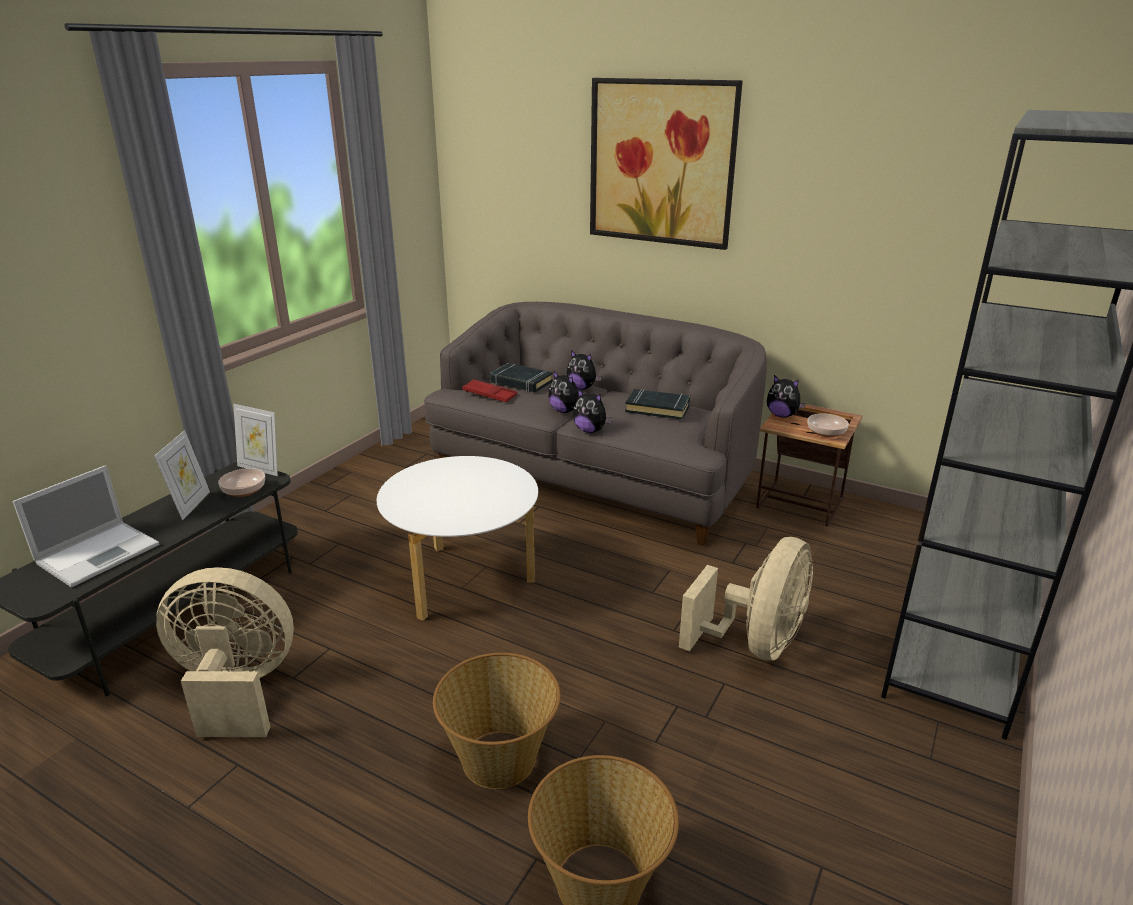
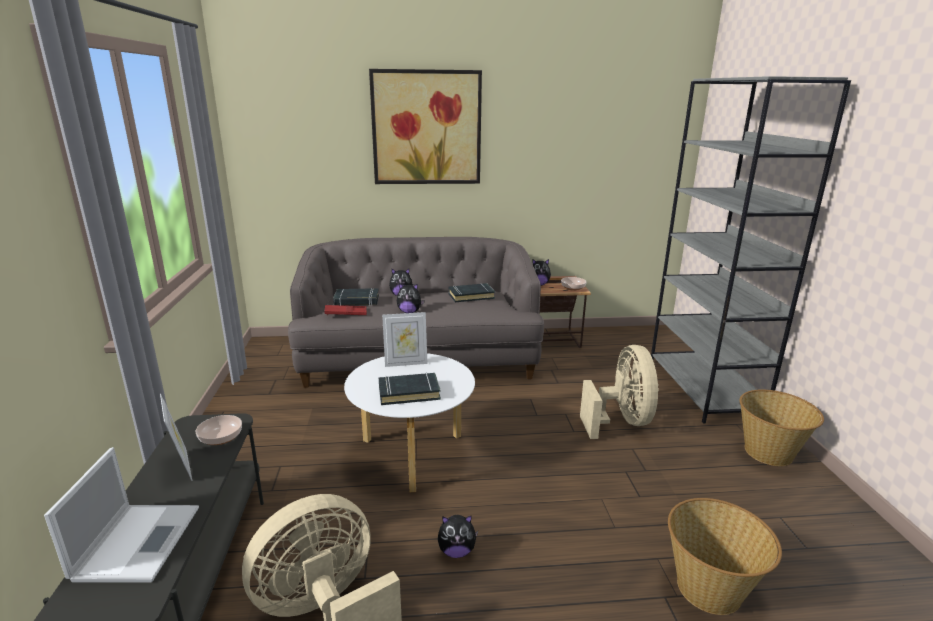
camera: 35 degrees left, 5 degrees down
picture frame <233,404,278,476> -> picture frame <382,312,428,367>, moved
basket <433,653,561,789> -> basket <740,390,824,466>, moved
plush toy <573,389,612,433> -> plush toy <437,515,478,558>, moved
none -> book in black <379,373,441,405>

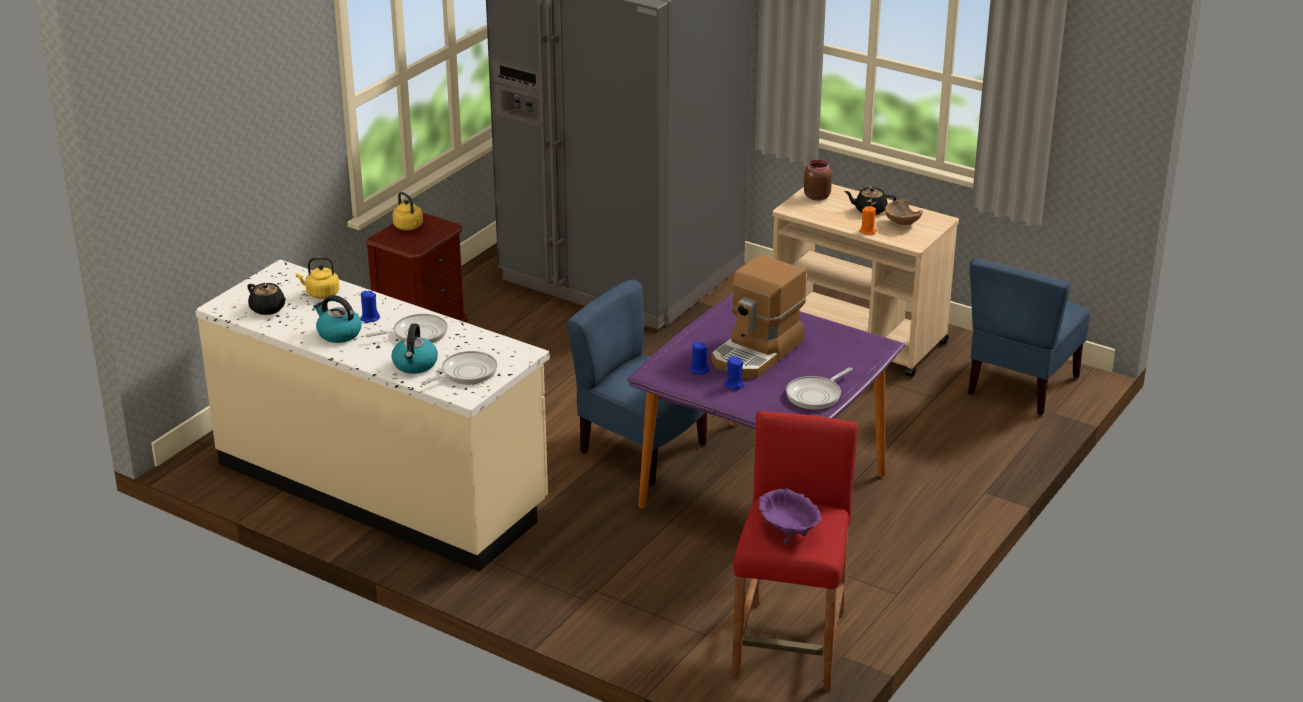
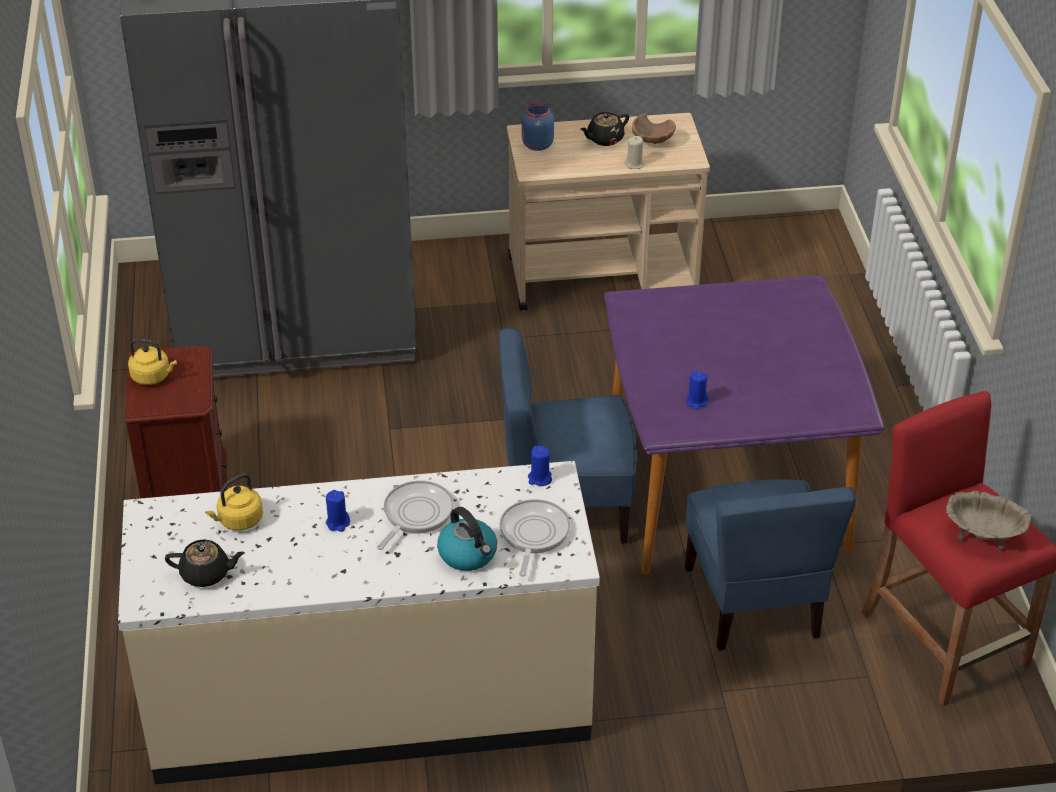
camera: 40 degrees left, 10 degrees up
kettle <313,295,362,343> -> none
coffee machine <712,255,807,378> -> none
candle in blue <724,356,744,390> -> candle in blue <528,446,552,486>, moved
bowl in purple <759,488,821,544> -> bowl in beige <946,491,1031,551>
frying pan <786,368,852,410> -> none
jar in brown <804,160,832,201> -> jar in blue <522,103,554,151>
candle in orange <859,206,877,235> -> candle in beige <625,136,645,169>
chair in blue <968,258,1090,415> -> chair in blue <685,479,856,650>, moved

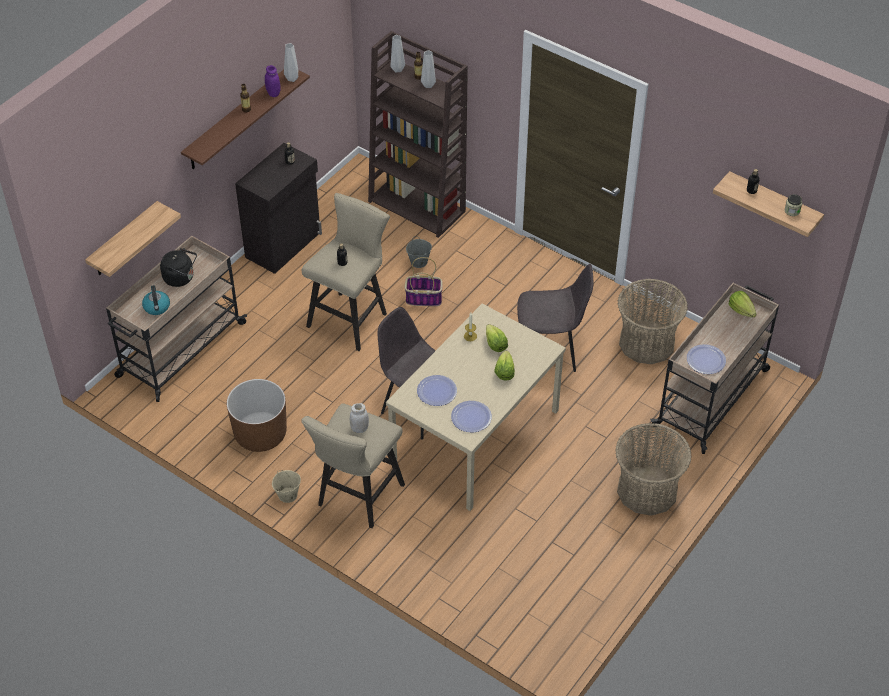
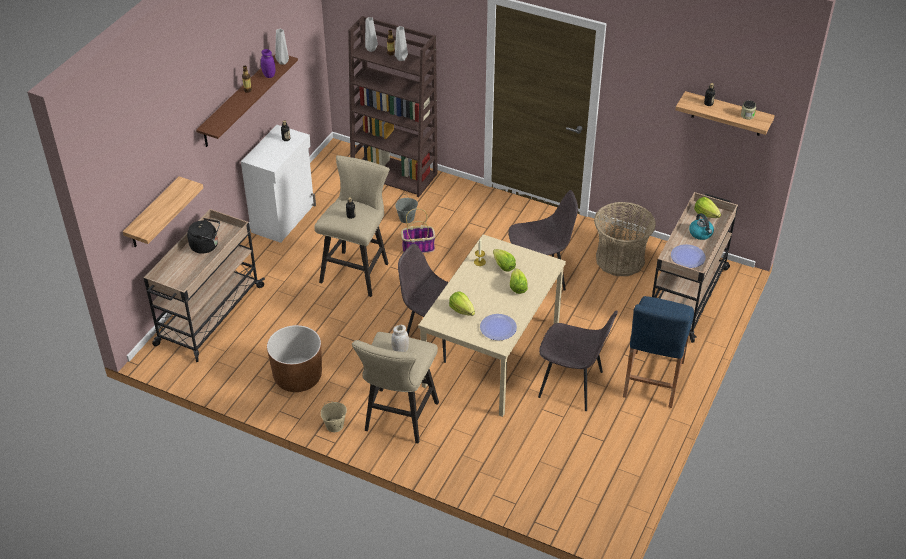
camera: 10 degrees left, 5 degrees down
kettle <142,285,170,315> -> kettle <689,213,714,240>, moved
cabinet in black <235,143,322,274> -> cabinet in white <241,125,316,243>
plate <417,375,457,406> -> lettuce <449,291,475,316>
basket <615,423,692,516> -> stool in blue <623,296,694,408>
none -> chair in grey <538,310,618,411>

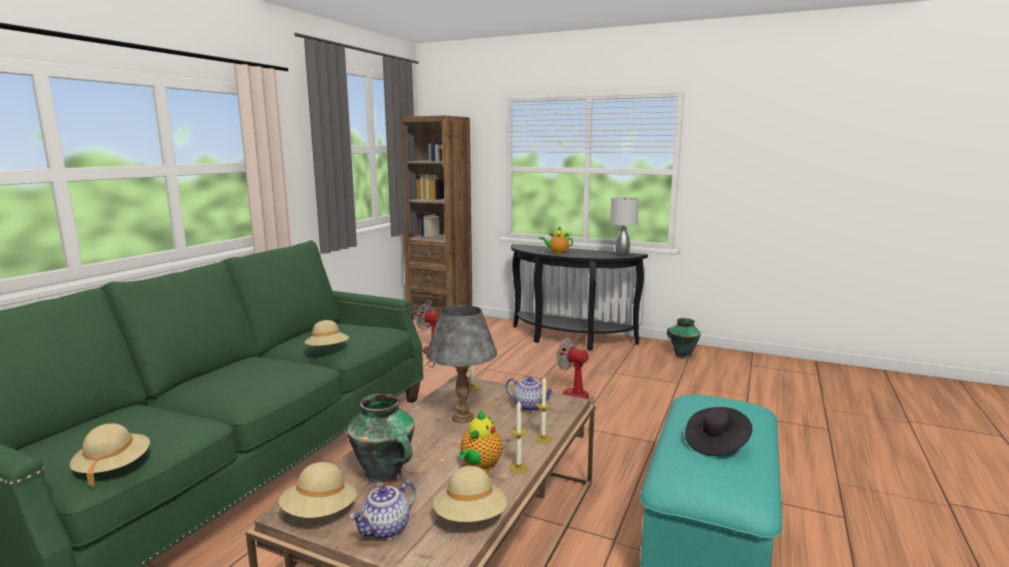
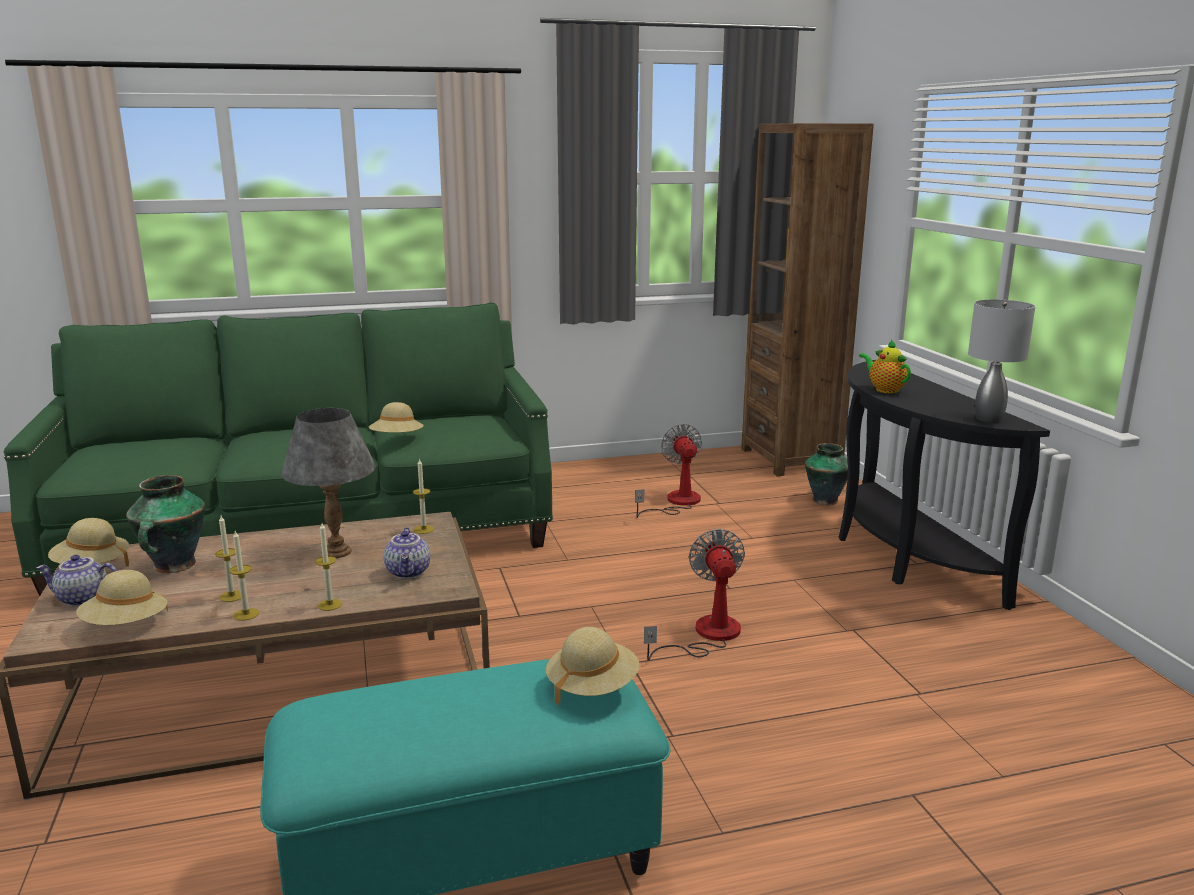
camera: 50 degrees right, 5 degrees up
hat in beige <70,423,150,487> -> hat in beige <546,627,639,705>, moved
teapot <459,410,503,471> -> candle <215,516,241,602>
vase <667,318,701,359> -> vase <805,443,848,505>, moved
hat in black <685,407,752,456> -> none

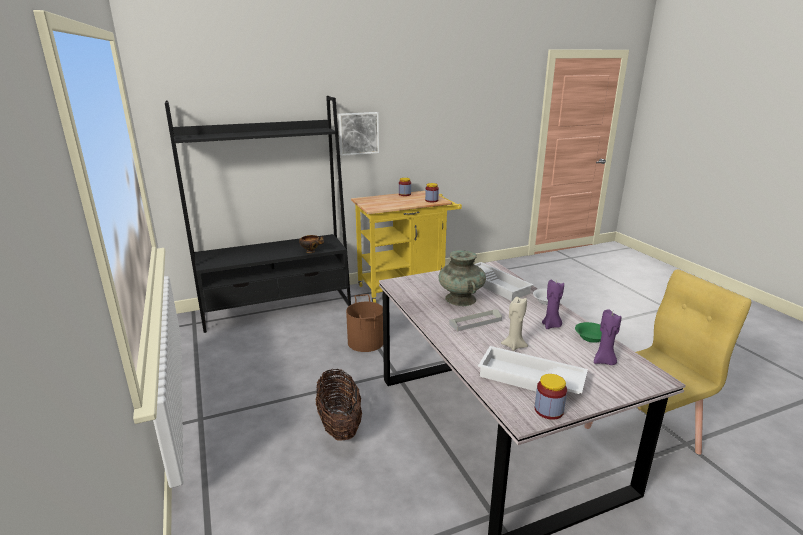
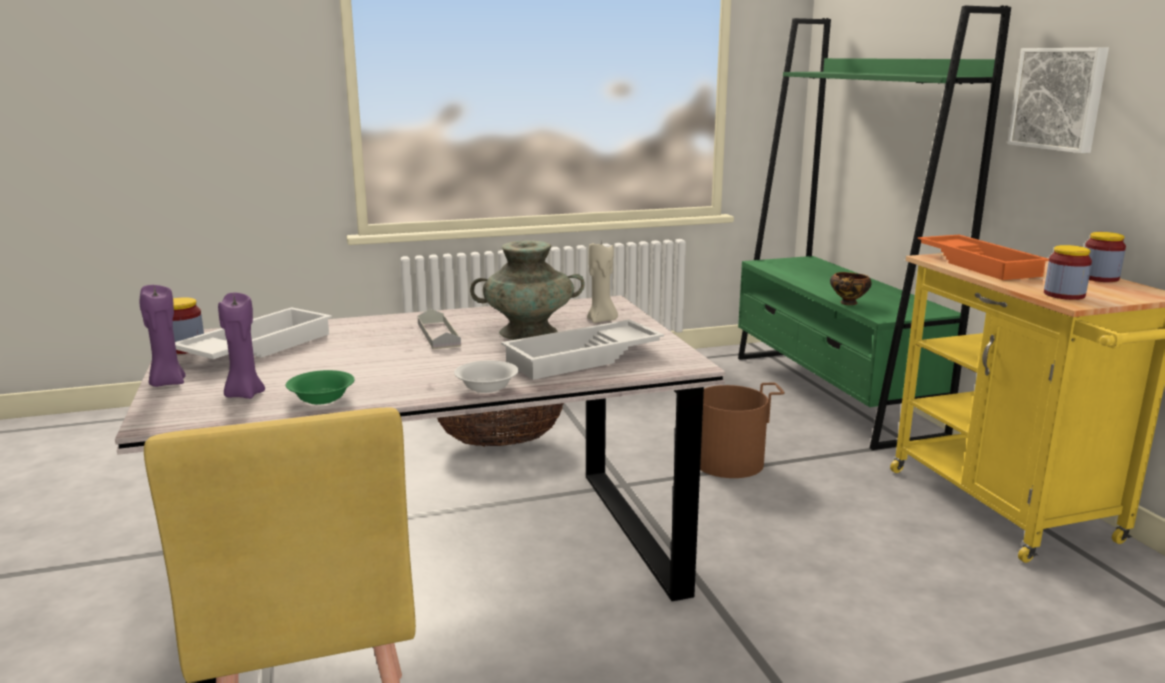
camera: 95 degrees right, 5 degrees down
bookcase in black <165,96,351,333> -> bookcase in green <738,6,1011,450>
candle in beige <501,297,528,351> -> candle in beige <587,241,618,323>, moved
candle in purple <542,280,564,329> -> candle in purple <140,285,186,387>, moved
none -> tray in orange <918,235,1049,280>

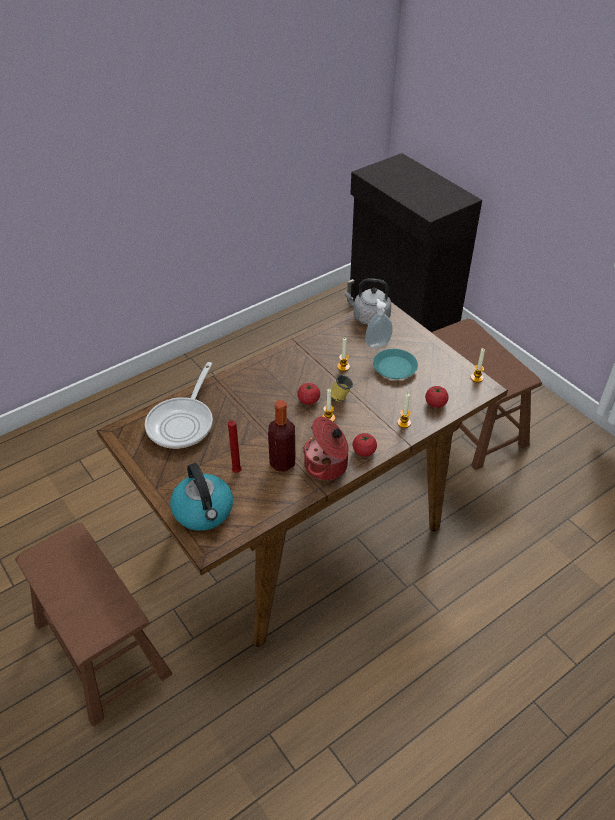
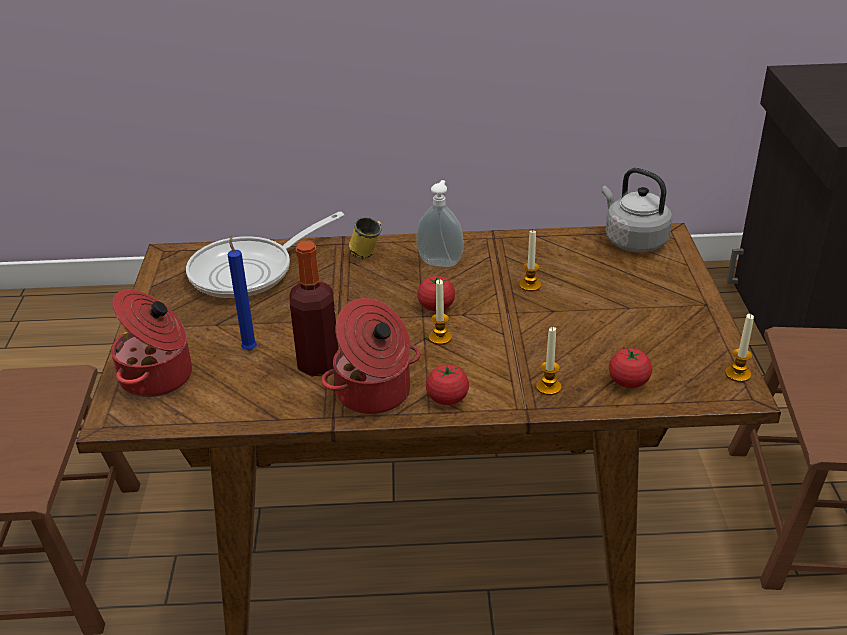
camera: 35 degrees right, 10 degrees down
kettle <170,463,233,531> -> cooking pot <111,290,192,398>
candle in red <225,413,242,473> -> candle in blue <228,234,257,351>
mug in yellow <331,374,353,402> -> mug in yellow <349,217,382,259>, moved
soap dispenser <365,299,393,348> -> soap dispenser <416,180,464,267>, moved
plate in turquoise <373,349,418,379> -> none

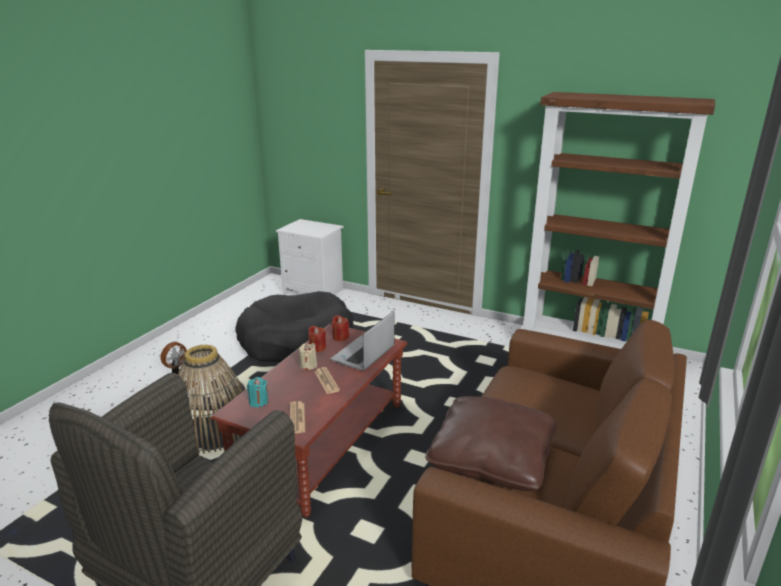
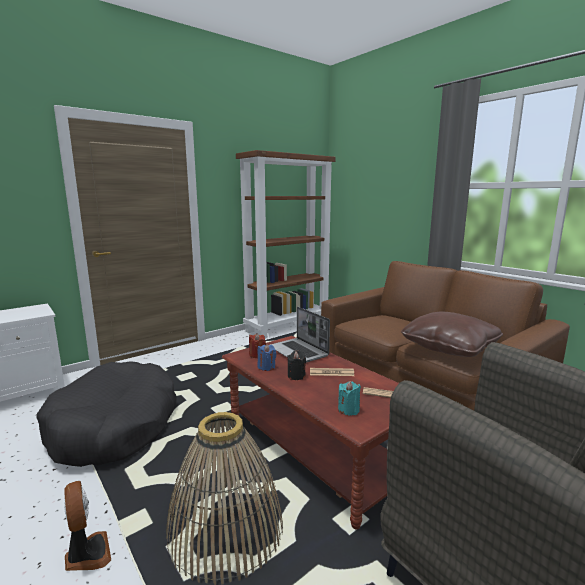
camera: 65 degrees left, 10 degrees down
candle in beige <299,343,317,370> -> candle in black <287,350,306,380>
candle in red <309,326,326,352> -> candle in blue <257,344,276,371>

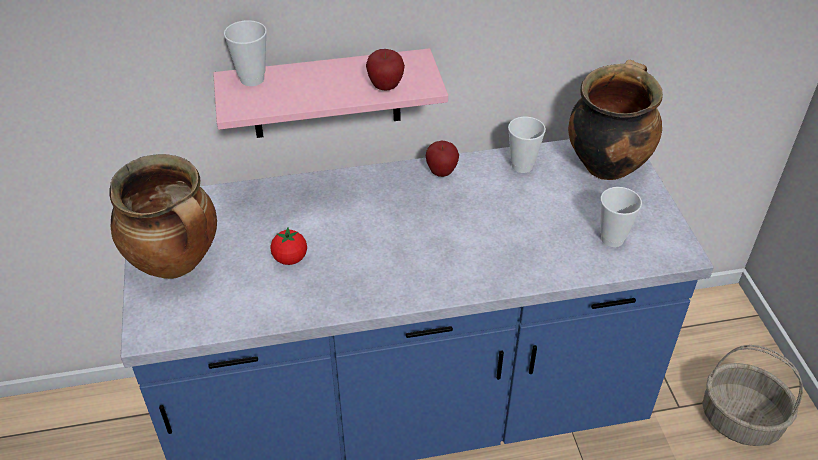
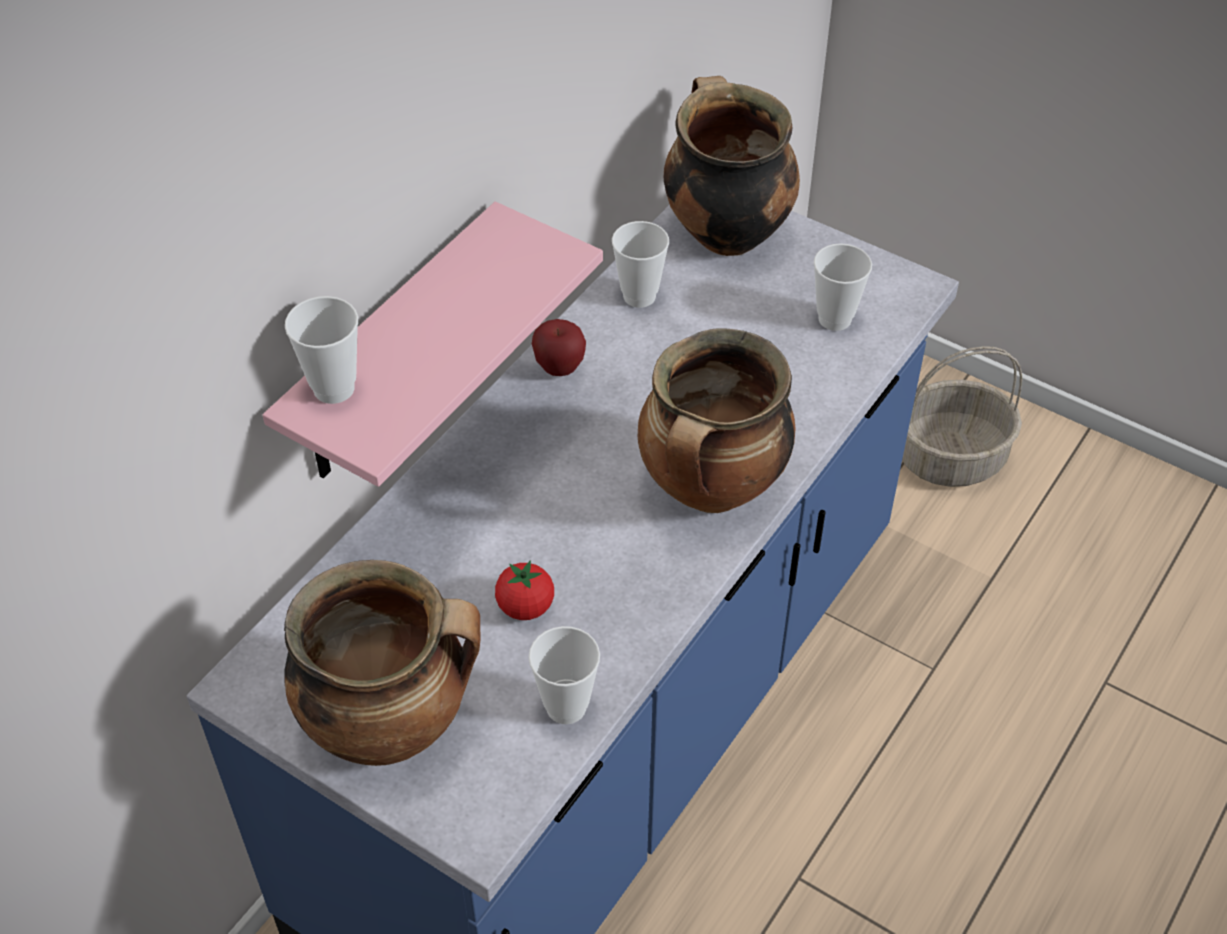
camera: 45 degrees left, 5 degrees up
apple <366,49,405,91> -> none
none -> cup <528,626,600,724>
none -> cooking pot <638,328,796,513>

